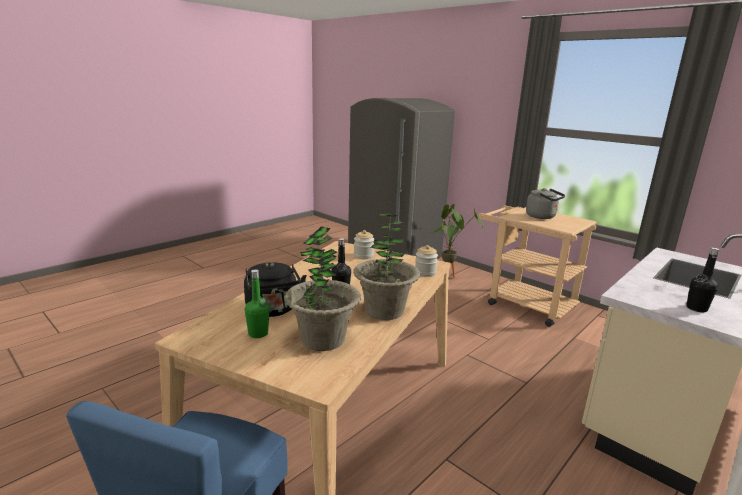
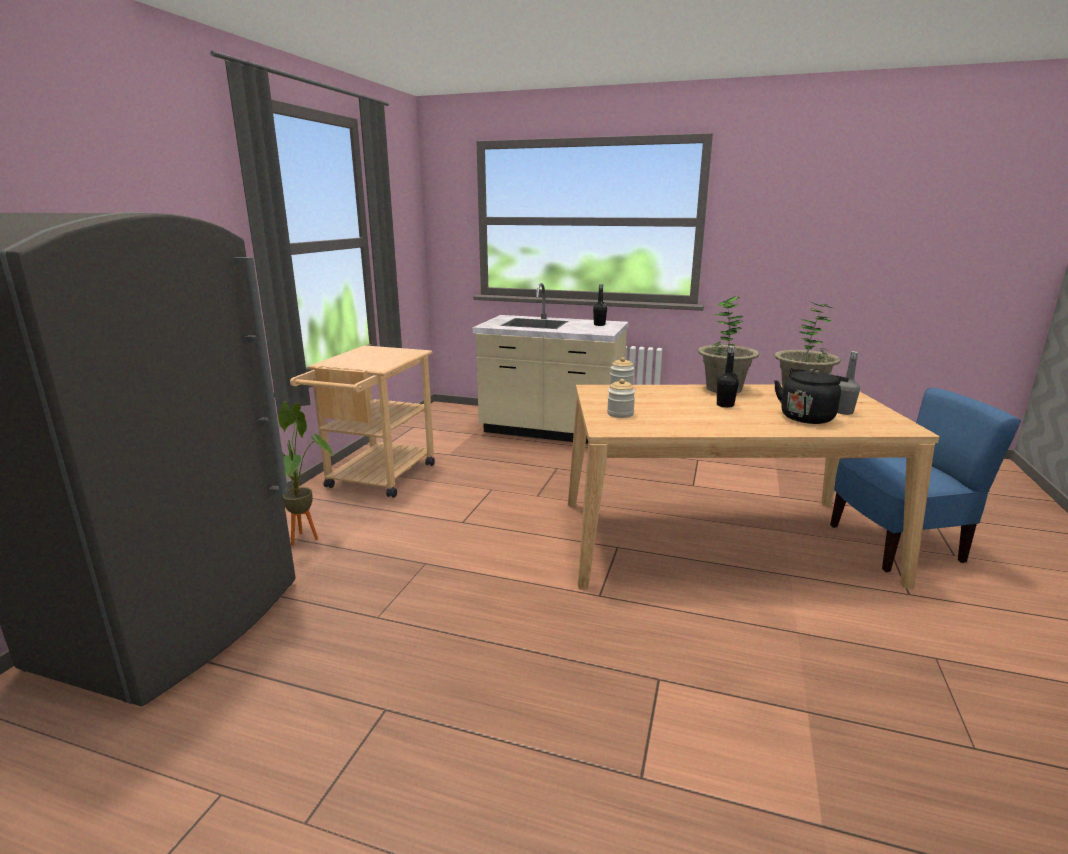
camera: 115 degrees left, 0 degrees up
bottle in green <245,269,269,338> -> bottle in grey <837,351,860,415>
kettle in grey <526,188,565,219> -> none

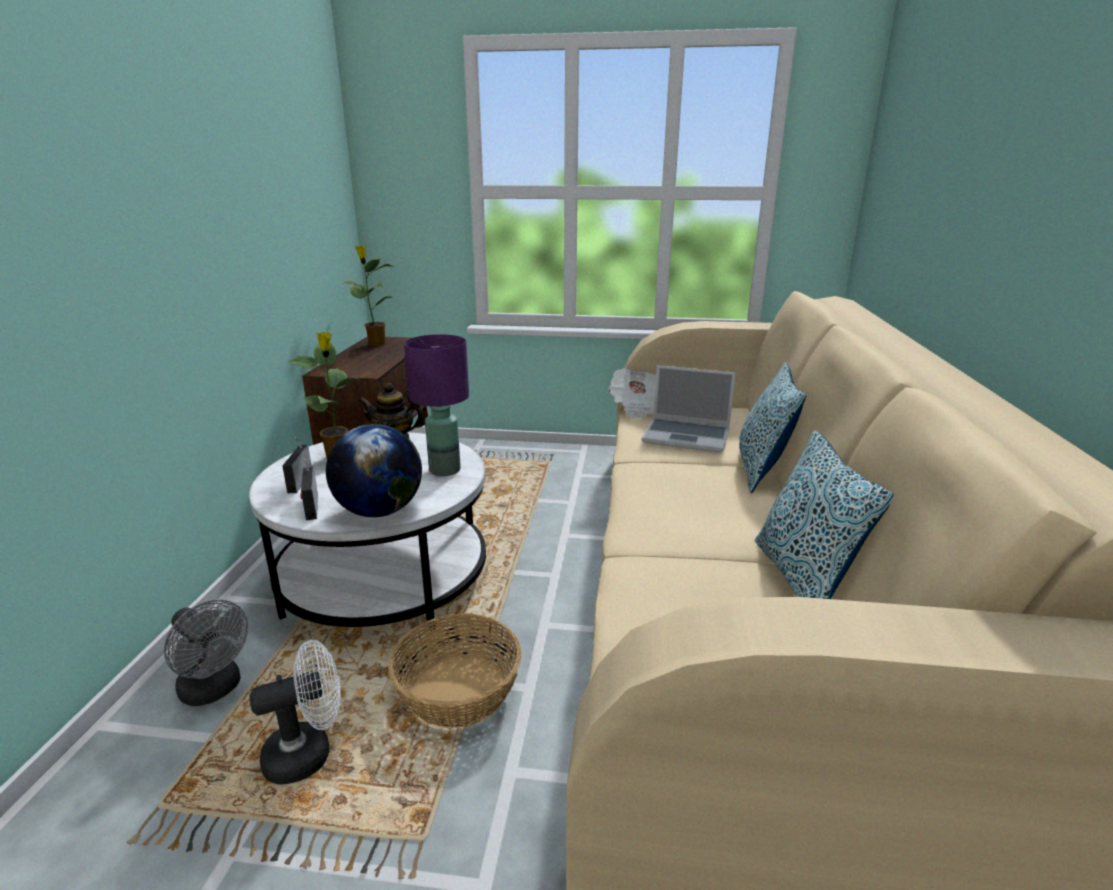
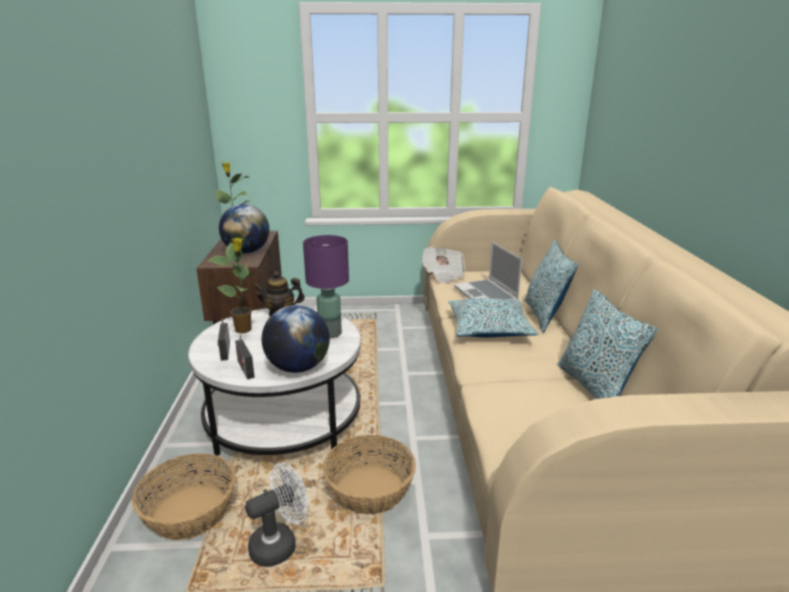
camera: 10 degrees left, 0 degrees up
fan in grey <164,599,248,706> -> basket <132,453,236,540>
laptop <642,365,736,453> -> laptop <454,242,522,300>, 60 degrees clockwise
none -> globe <219,204,269,253>
none -> pillow <448,298,539,337>

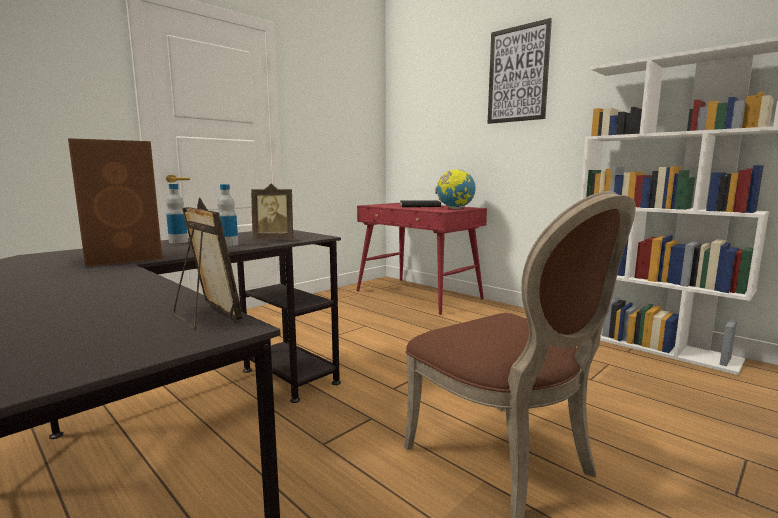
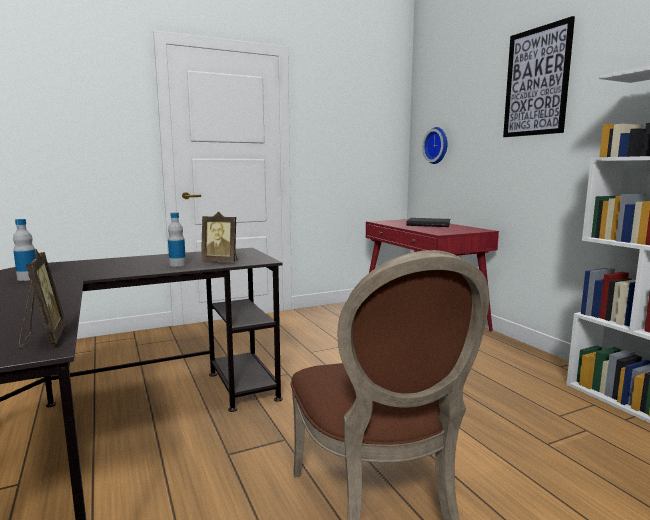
camera: 20 degrees right, 0 degrees up
speaker in brown <68,138,162,267> -> none
bottle <166,184,188,243> -> bottle <13,219,36,281>, moved
globe <436,170,476,209> -> none
none -> wall clock <422,127,447,164>

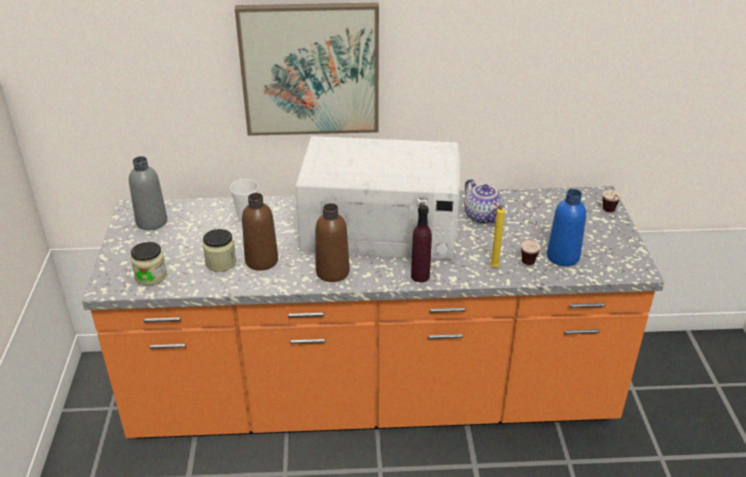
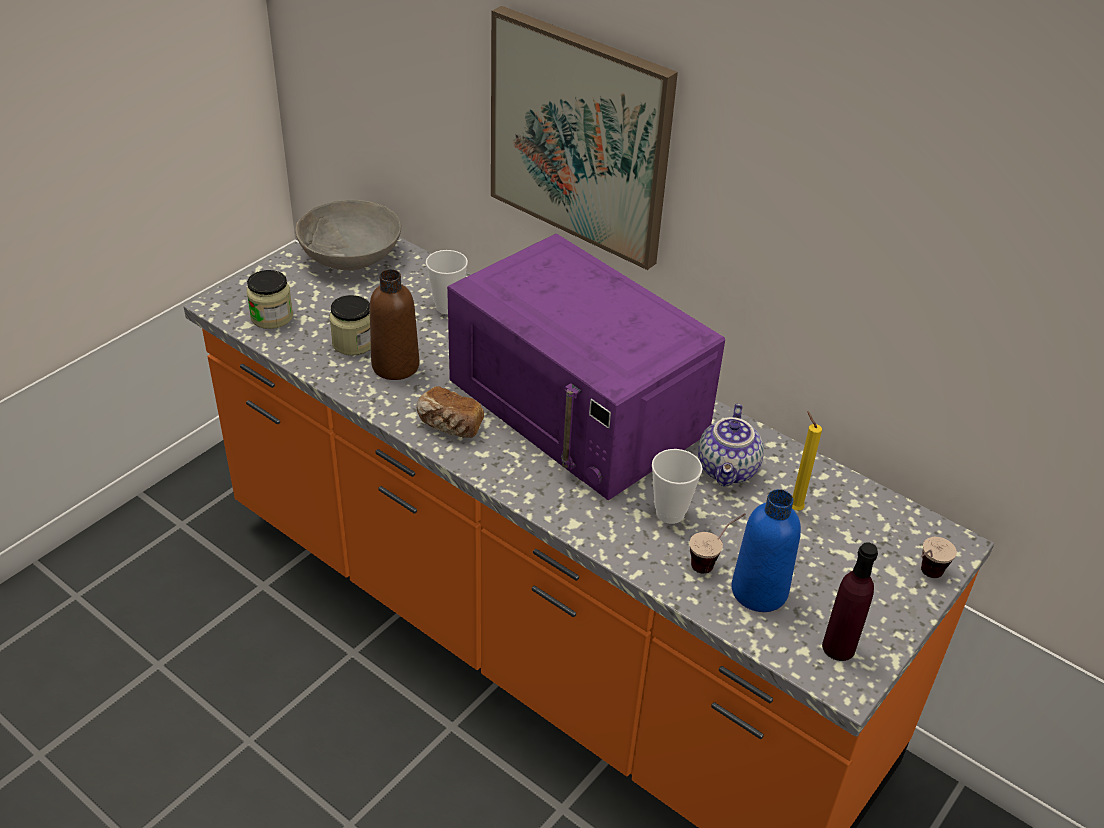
camera: 40 degrees right, 5 degrees up
bottle in grey <129,156,167,230> -> bowl in grey <295,200,401,270>
microwave in white <296,136,460,260> -> microwave in purple <447,234,725,500>
bottle in brown <315,203,350,282> -> bread <417,386,484,438>
bottle in purple <411,205,432,282> -> bottle in purple <822,542,878,661>, moved
candle in yellow <490,203,505,268> -> candle in yellow <792,411,822,511>, moved
none -> cup <652,449,703,524>

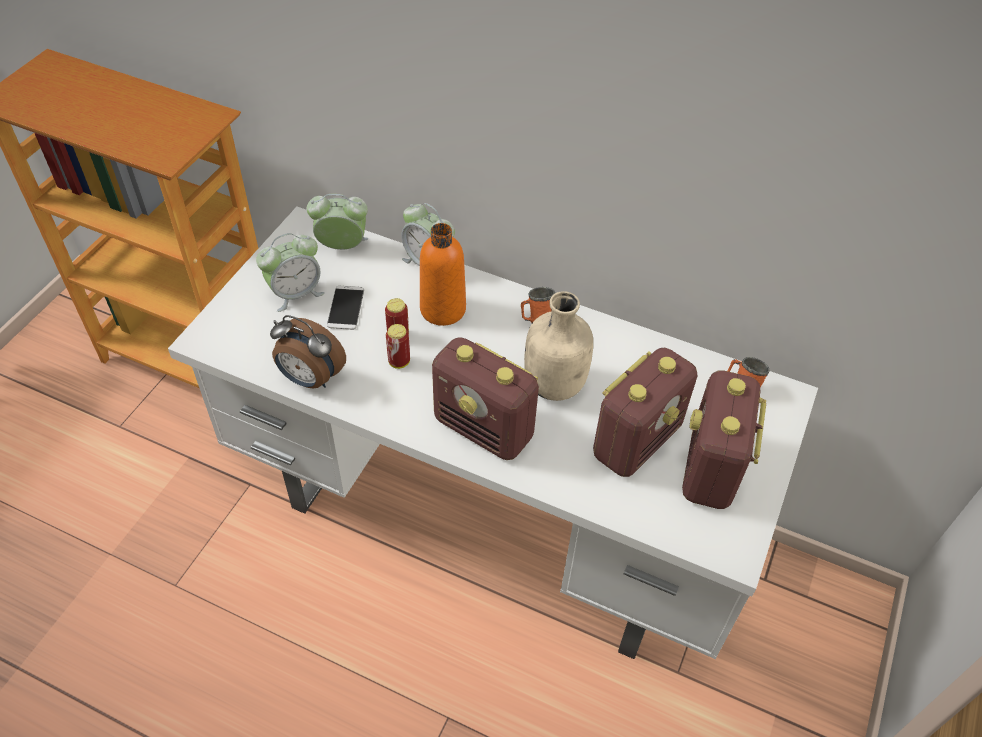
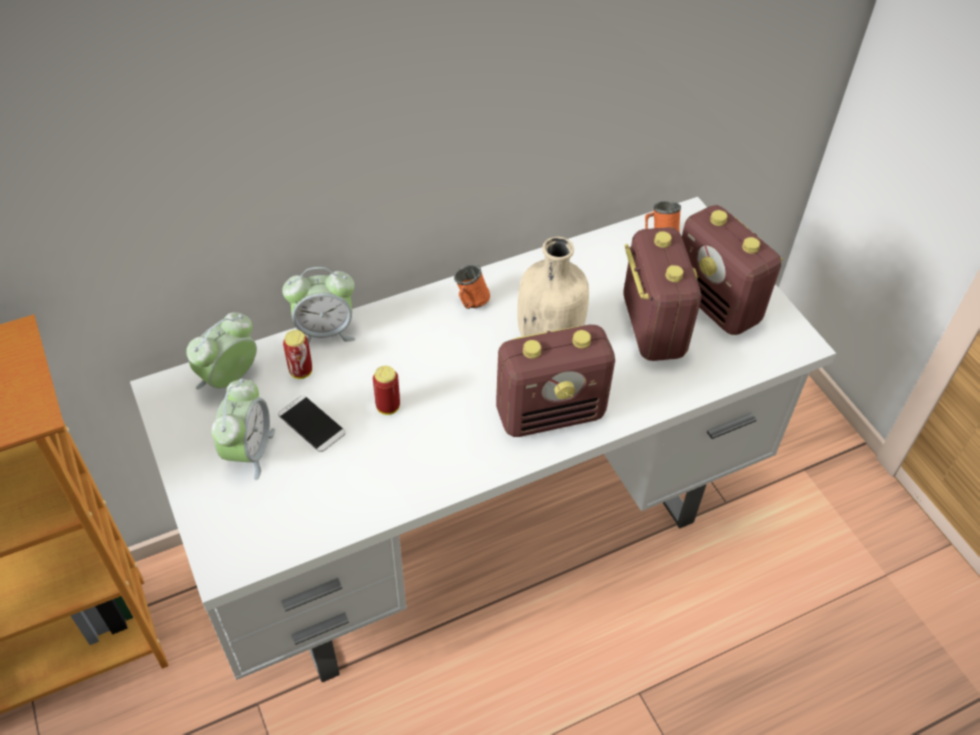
camera: 50 degrees left, 0 degrees up
alarm clock <270,315,346,389> -> none
can <386,324,410,369> -> can <283,330,312,379>, moved
bottle in orange <420,223,466,326> -> none

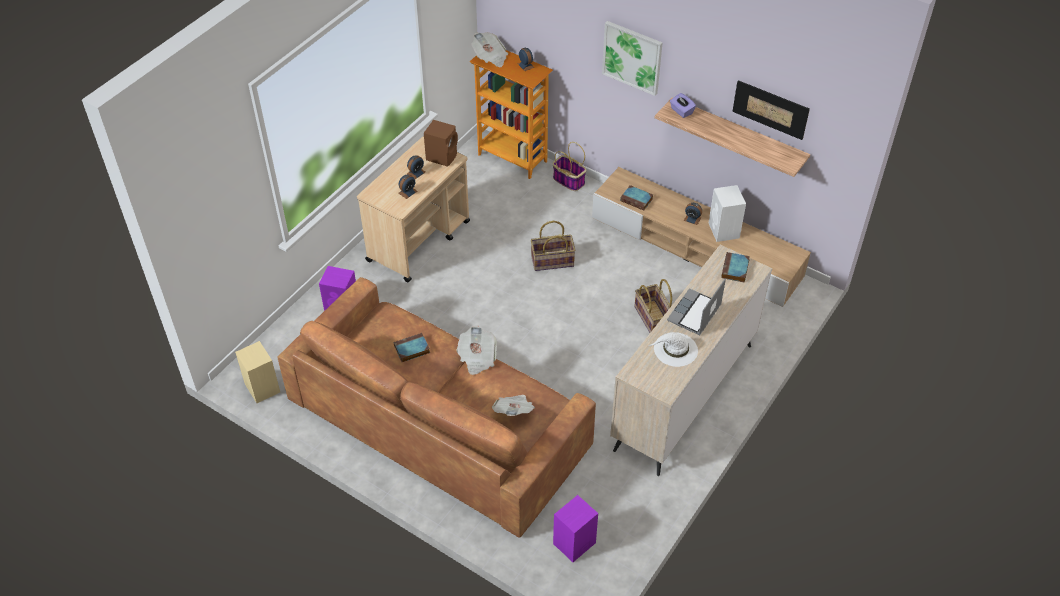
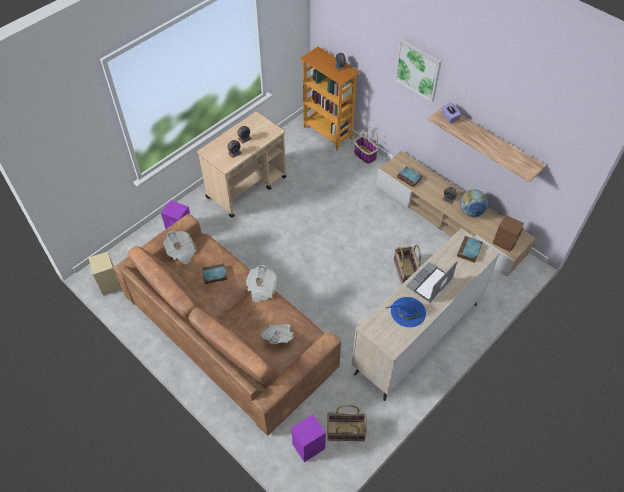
camera: 10 degrees right, 5 degrees up
speaker in brown <424,120,458,167> -> speaker in brown <492,215,524,252>, moved
newspaper <472,32,508,67> -> newspaper <163,231,197,264>, moved
basket <531,221,576,271> -> basket <327,405,367,441>, moved
hat in white <649,332,698,367> -> hat in blue <386,297,426,327>
speaker in white <709,185,746,242> -> globe <460,189,488,217>
picture <732,80,810,140> -> none

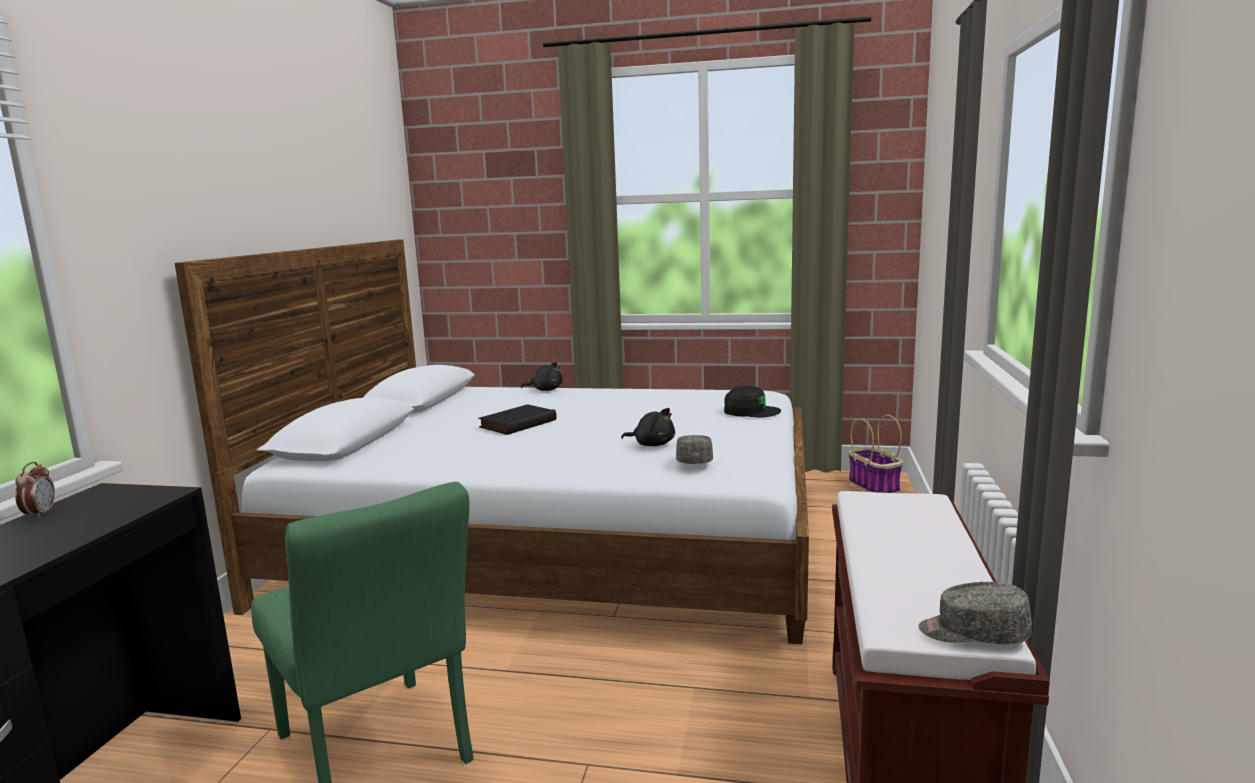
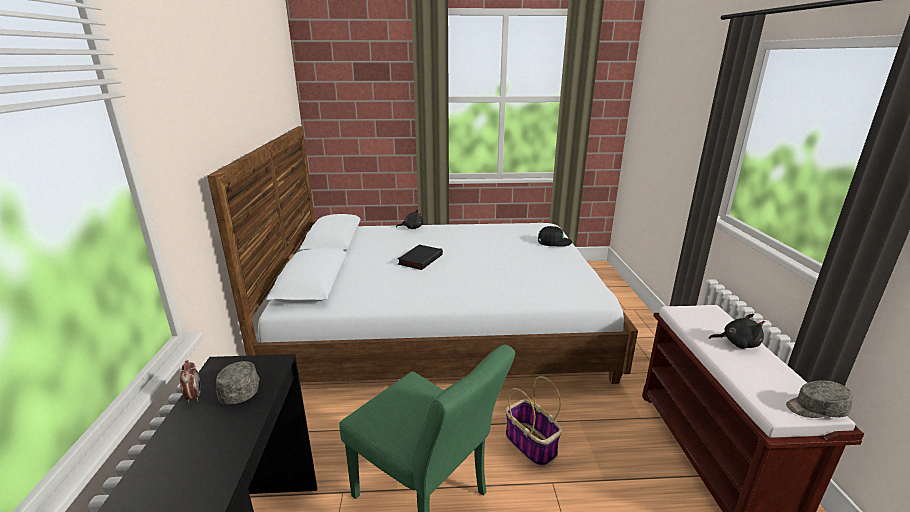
camera: 15 degrees left, 10 degrees up
plush toy in black <621,408,675,446> -> plush toy in black <709,314,765,349>, moved
cap in grey <676,435,713,464> -> cap in grey <216,361,260,404>, moved
basket <849,415,903,493> -> basket <506,376,562,467>, moved

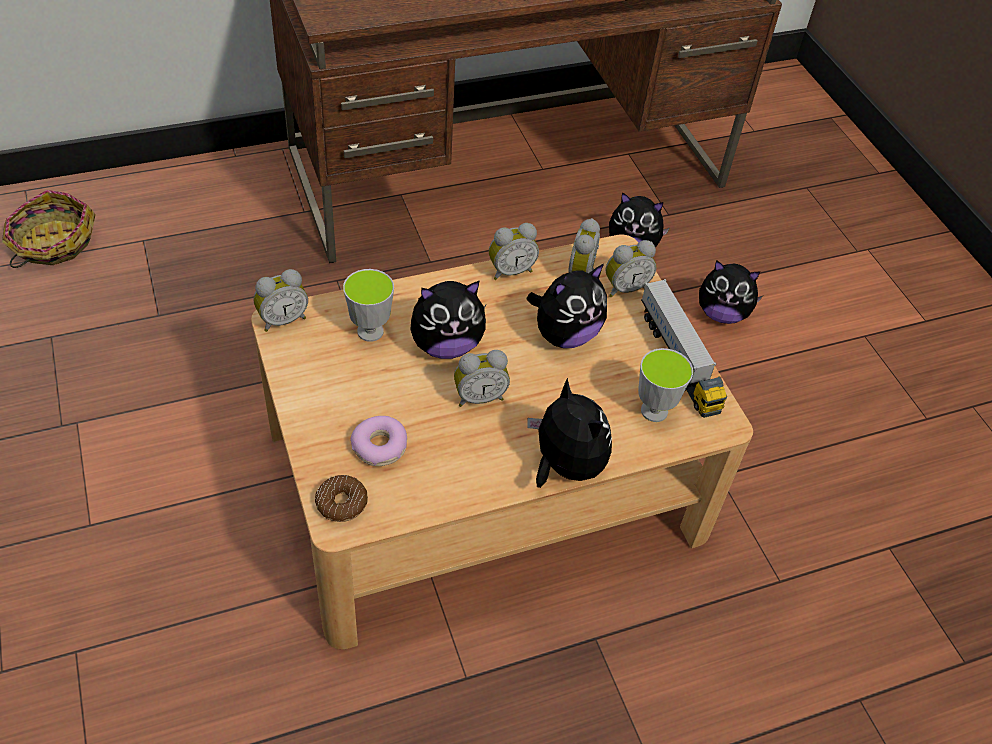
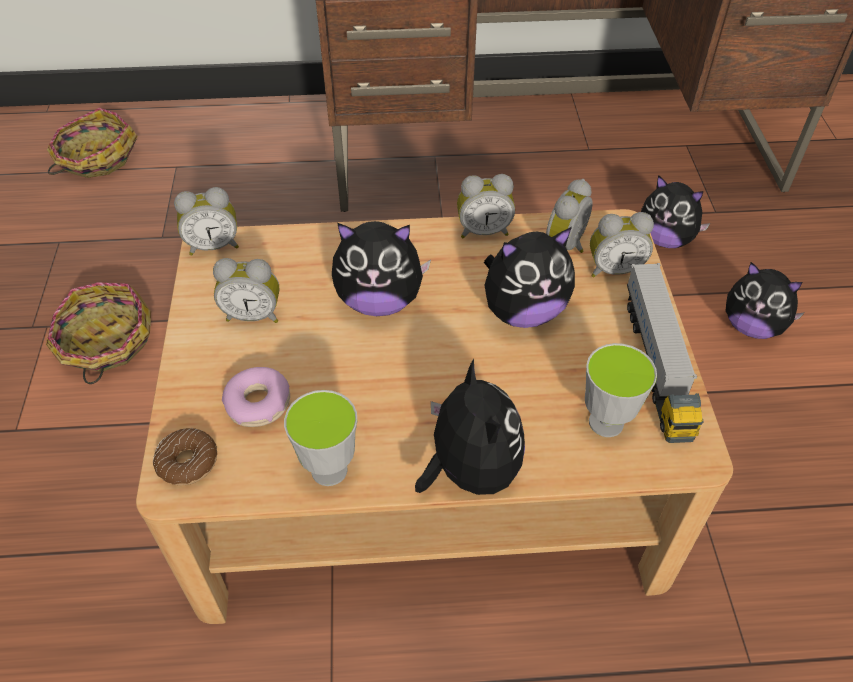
camera: 20 degrees right, 0 degrees up
cup <343,269,394,342> -> cup <284,390,357,486>, moved
alarm clock <454,350,510,407> -> alarm clock <213,258,280,323>, moved
none -> basket <46,282,151,384>

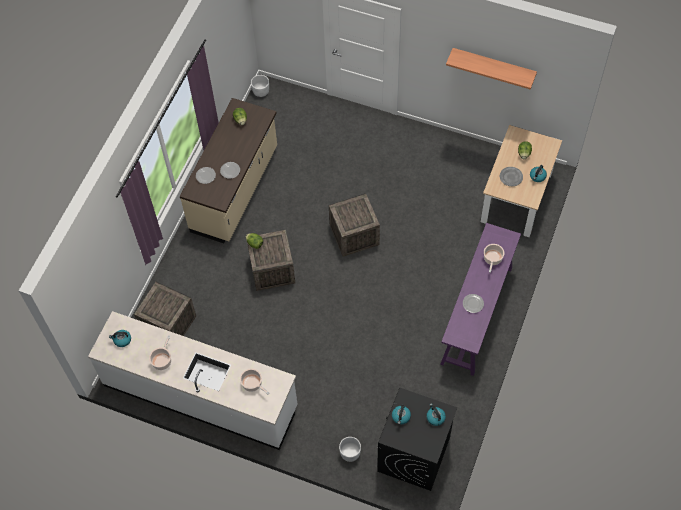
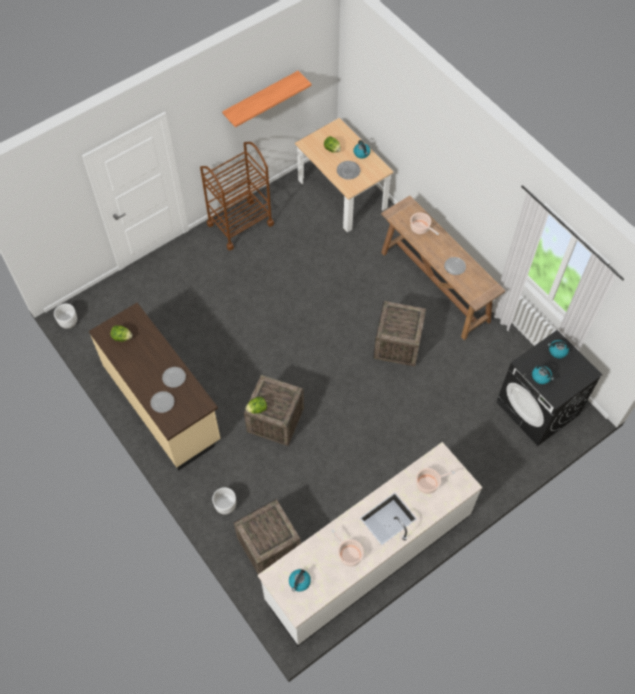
camera: 60 degrees left, 0 degrees up
crate <329,193,380,257> -> crate <373,301,426,366>, moved
planter in white <339,437,361,462> -> planter in white <212,487,236,514>, moved
console table in purple <440,223,521,376> -> console table in brown <381,196,505,340>
none -> cart in brown <200,142,274,250>

